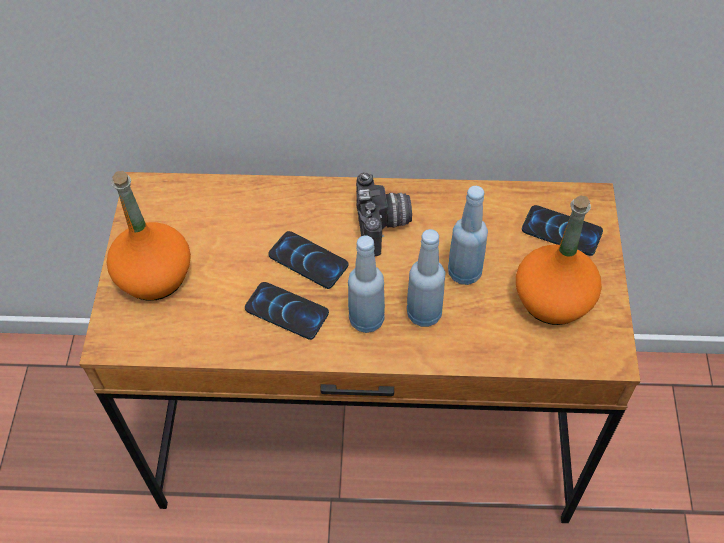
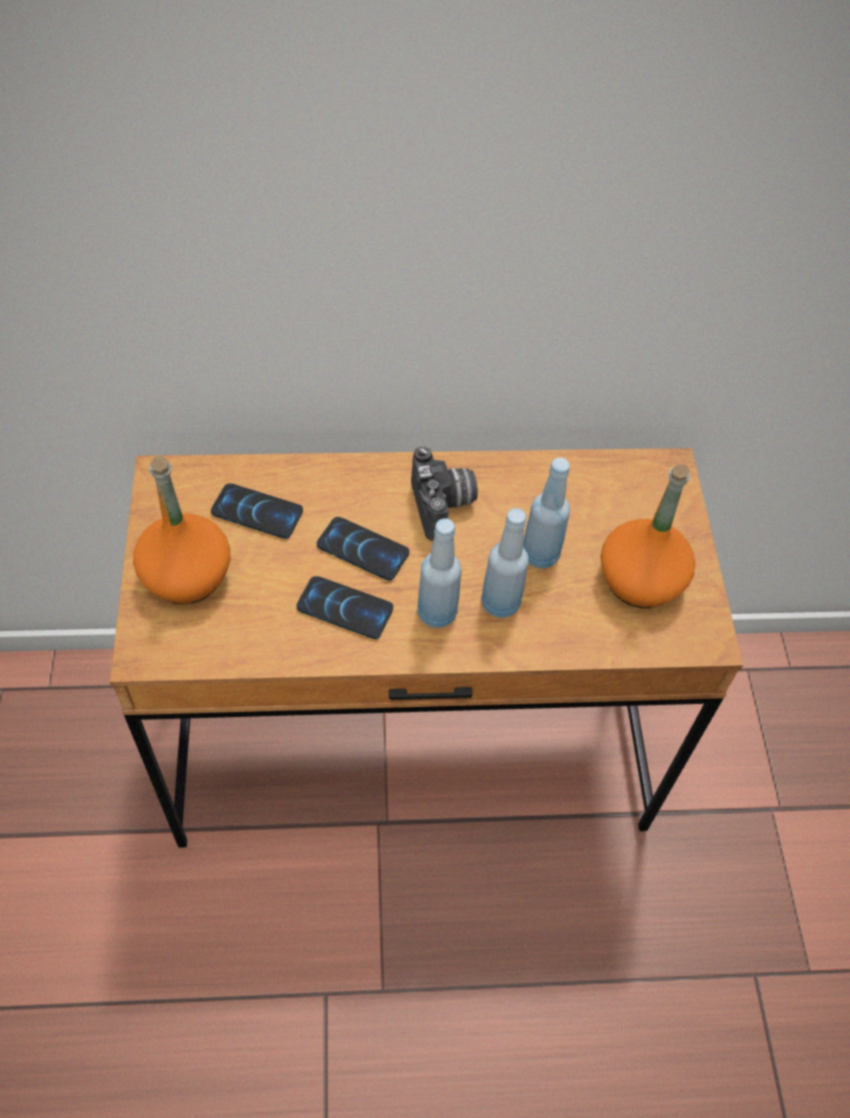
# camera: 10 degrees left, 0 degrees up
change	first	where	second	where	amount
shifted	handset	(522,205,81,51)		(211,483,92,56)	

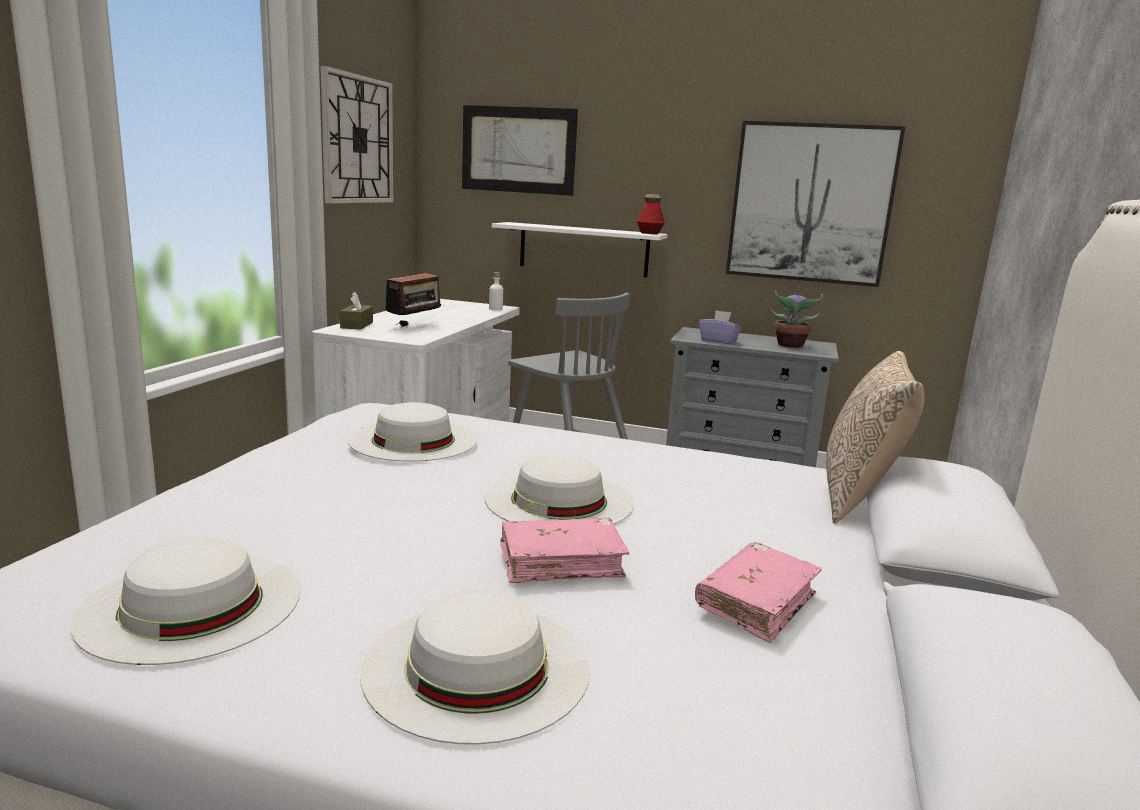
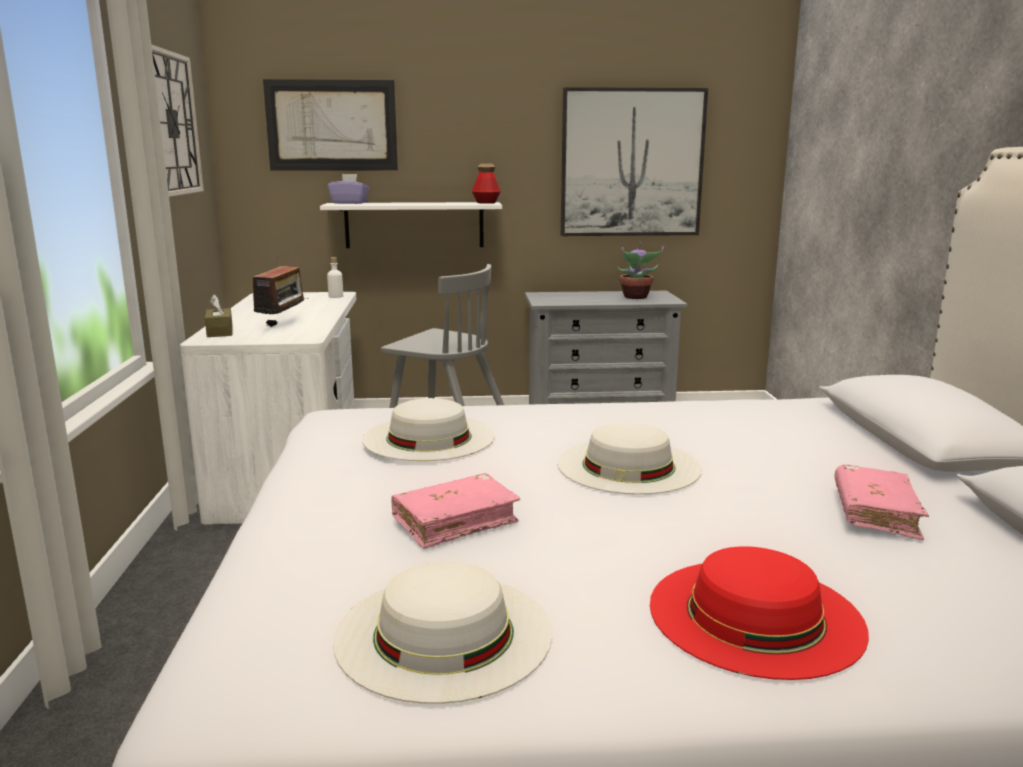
# camera: 20 degrees left, 0 degrees up
change	first	where	second	where	amount
shifted	purple tissue holder	(699,310,43,34)		(328,174,42,30)	
gone	cushion	(826,351,99,173)			
shifted	pink book	(500,518,129,65)		(391,473,129,76)	
repainted	whitish hat	(360,591,230,154)	red-coloured hat	(650,546,219,134)	

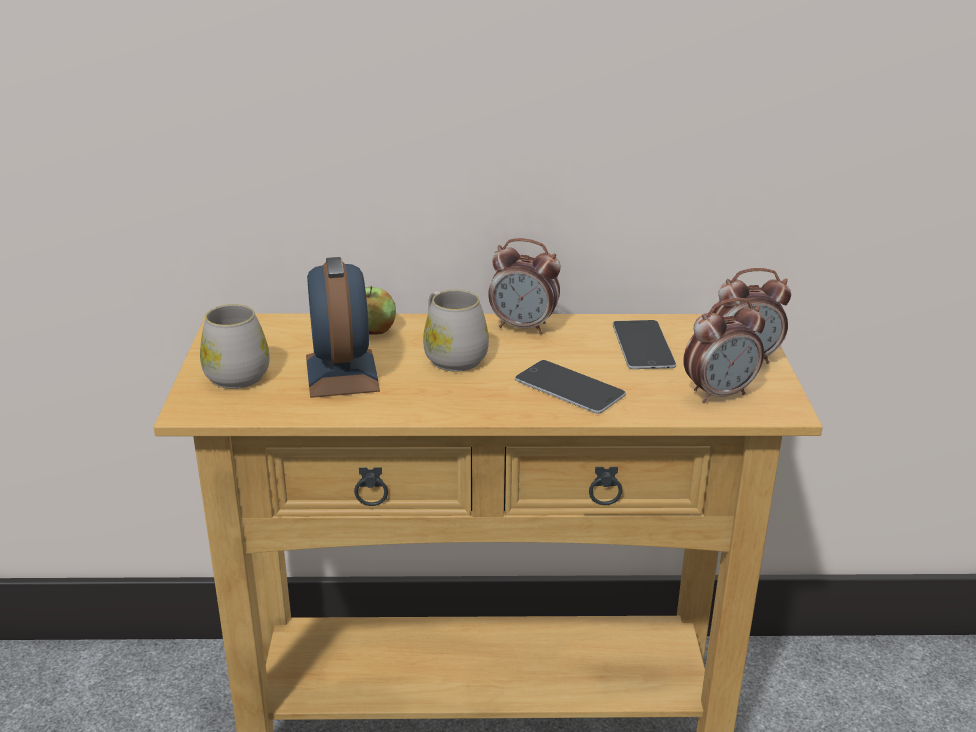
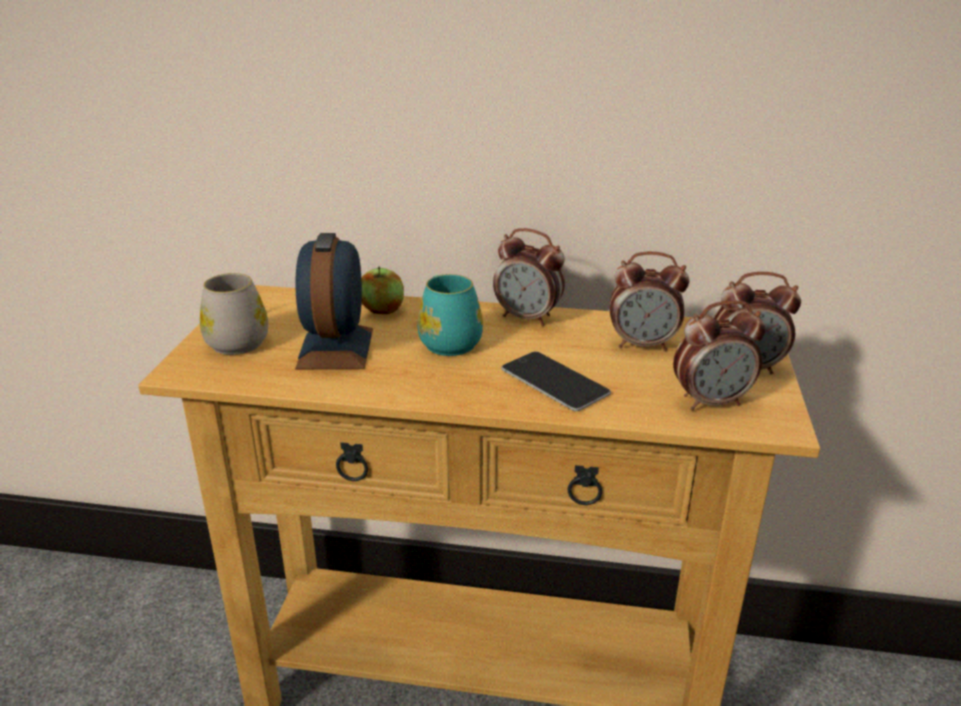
# camera: 10 degrees right, 0 degrees up
change	first	where	second	where	amount
repainted	whitish mug	(423,289,66,83)	turquoise-coloured mug	(418,274,65,82)	
swapped	handset	(613,320,63,49)	bedside clock	(610,252,79,99)	

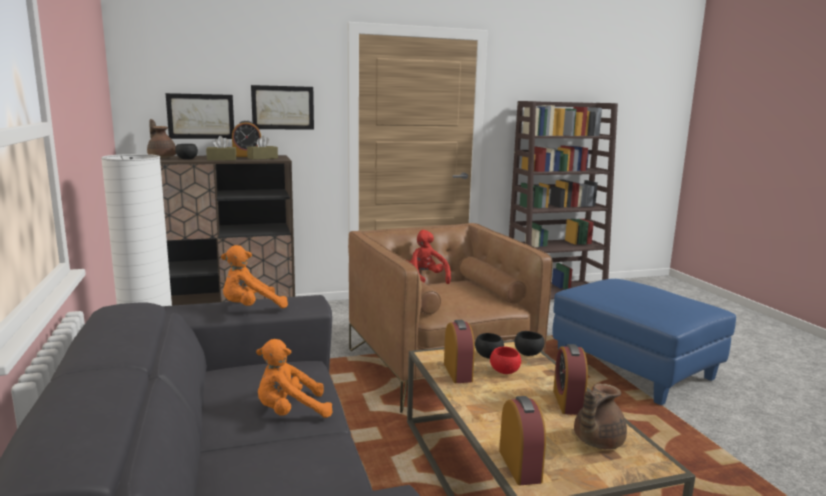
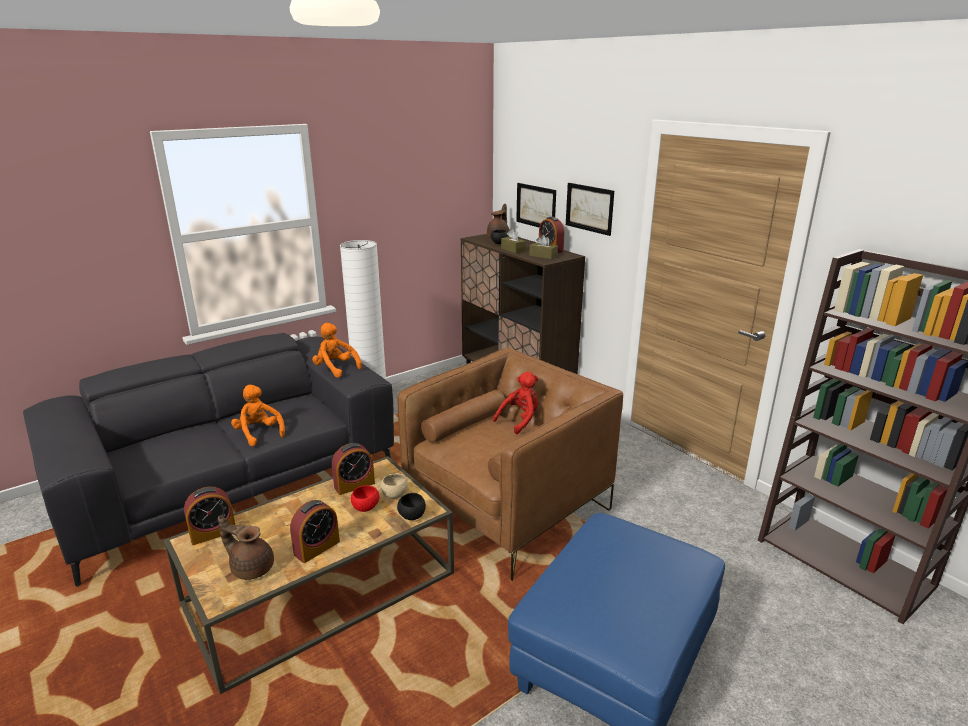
# camera: 70 degrees right, 10 degrees up
change	first	where	second	where	amount
repainted	black-coloured serving bowl	(475,333,29,26)	sand-coloured serving bowl	(380,474,28,25)	
rotated	bedside clock	(553,344,35,71)		(290,500,50,63)	150 degrees clockwise

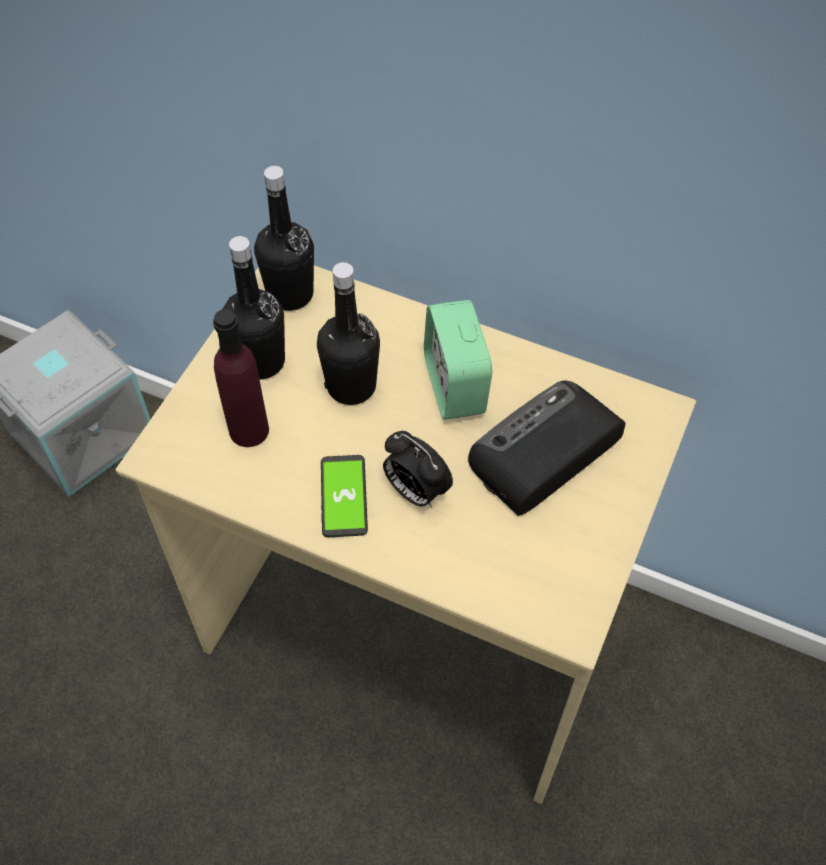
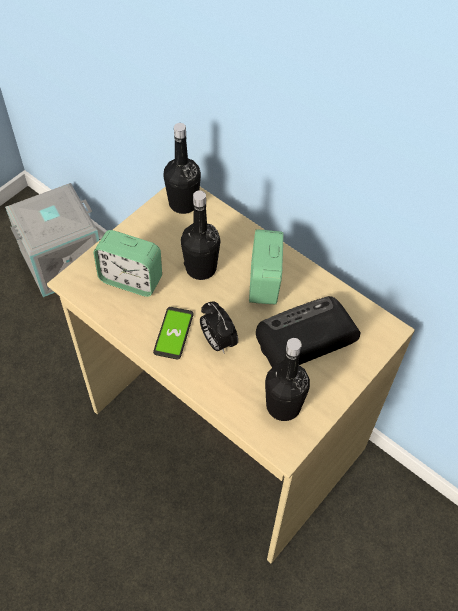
# camera: 15 degrees right, 0 degrees up
change	first	where	second	where	amount
shifted	black-coloured beverage bottle	(223,236,62,144)		(265,338,45,83)	
swapped	purple beverage bottle	(213,309,56,138)	bedside clock	(93,230,69,67)	

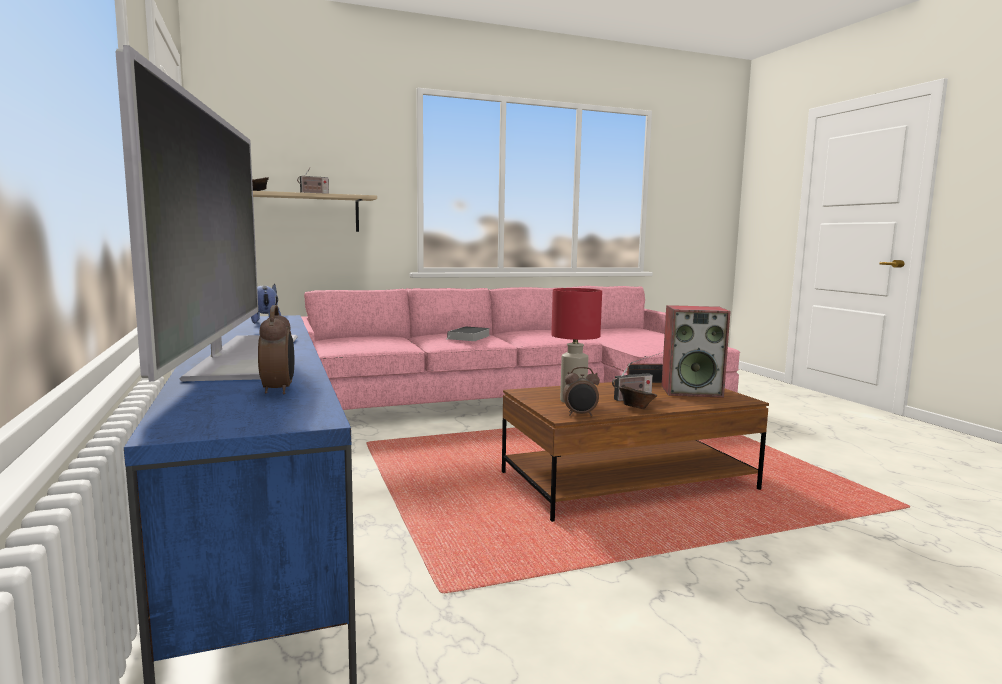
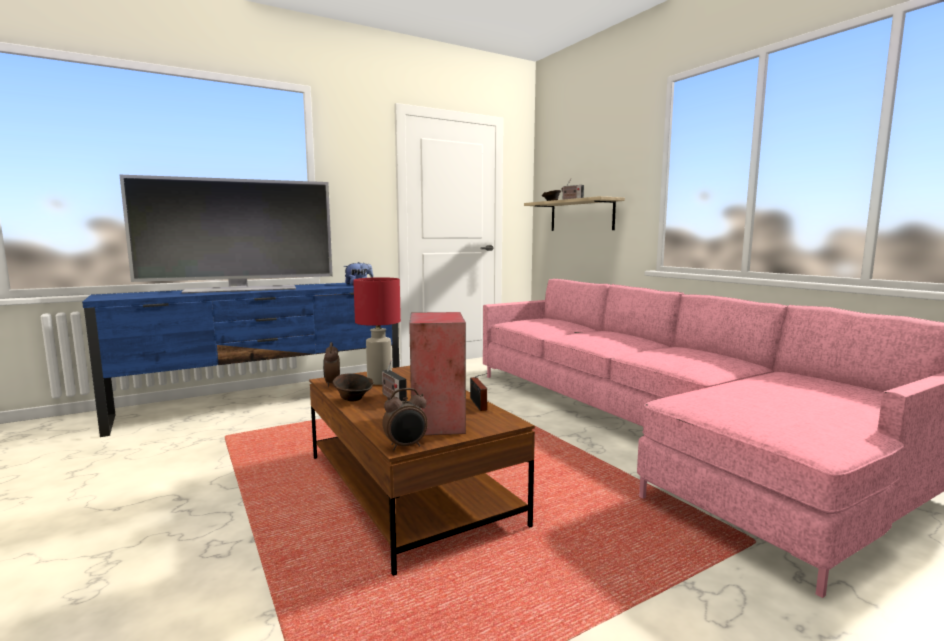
# camera: 80 degrees right, 0 degrees up
change	first	where	second	where	amount
shifted	bedside clock	(258,305,36,90)		(382,388,46,62)	
gone	book	(447,326,43,15)			

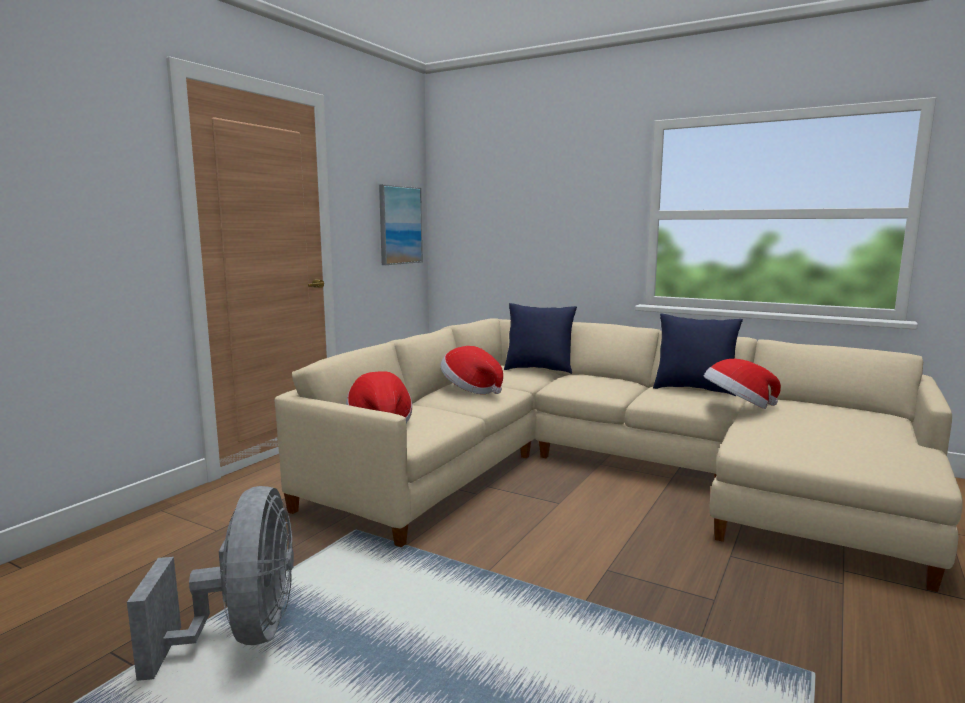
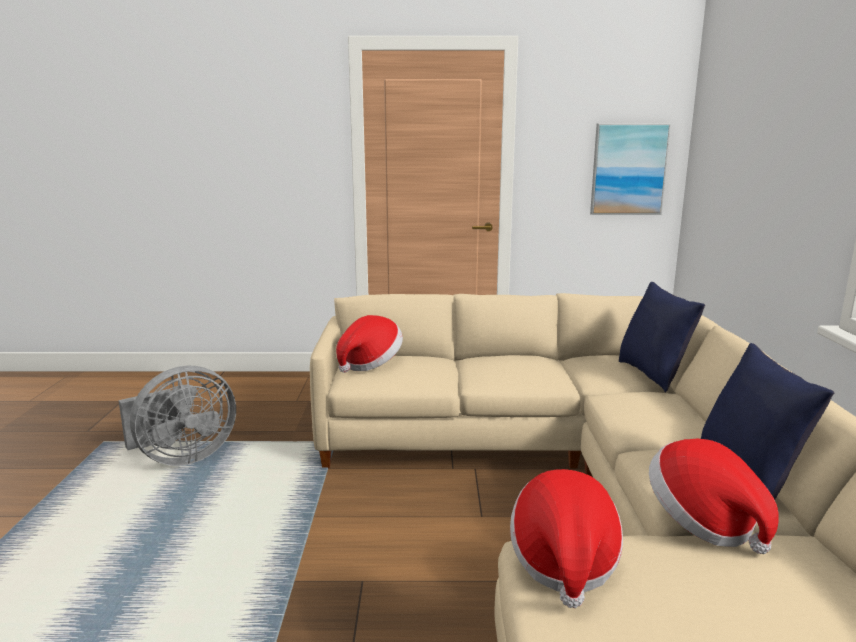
# camera: 60 degrees right, 5 degrees up
change	first	where	second	where	amount
shifted	hat	(441,346,62,48)		(510,469,113,139)	

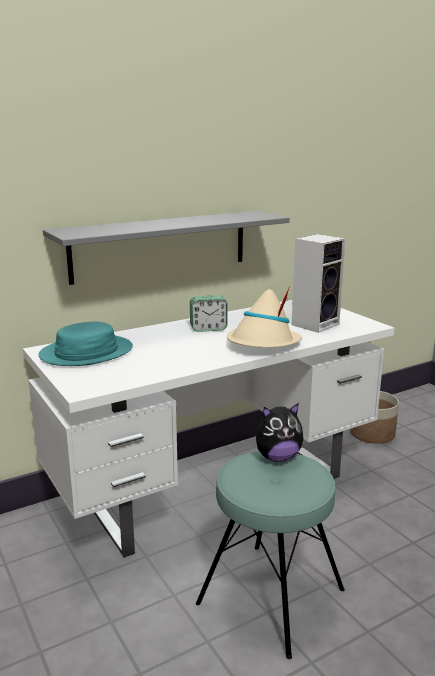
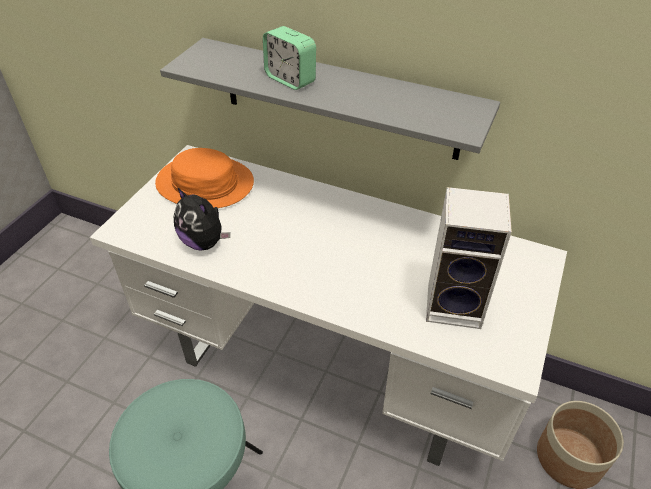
# camera: 55 degrees right, 25 degrees up
change	first	where	second	where	amount
gone	sand-coloured hat	(227,286,75,62)			
shifted	bedside clock	(190,295,38,37)		(263,26,53,64)	
repainted	turquoise-coloured hat	(39,321,94,45)	orange-coloured hat	(155,148,99,60)	
shifted	plush toy	(256,403,48,59)		(173,187,57,63)	

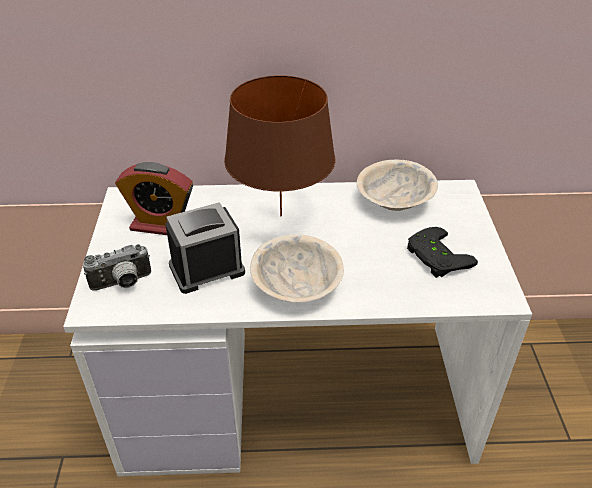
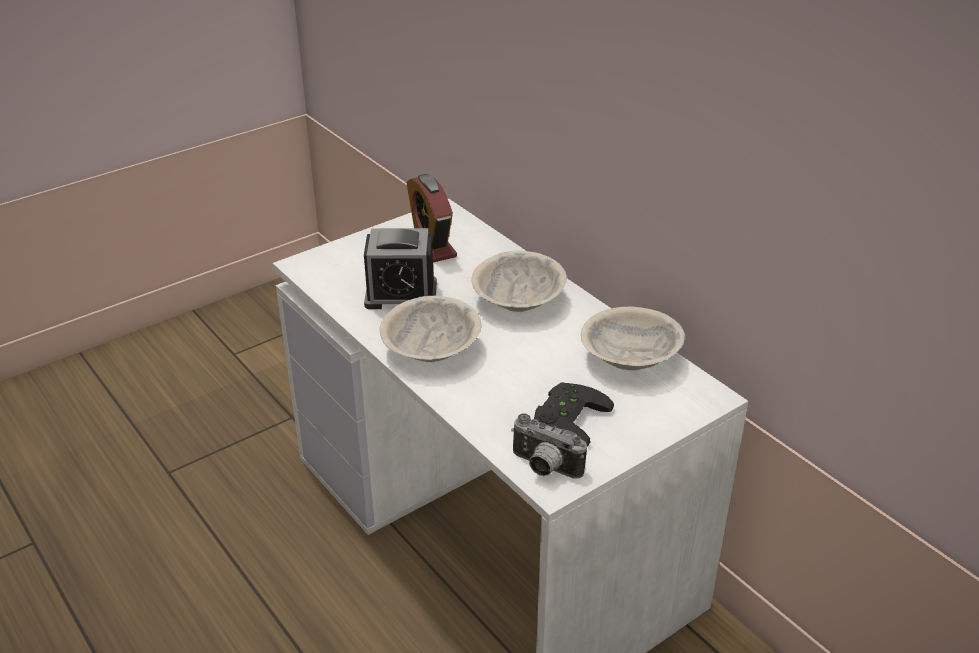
# camera: 55 degrees right, 5 degrees down
change	first	where	second	where	amount
swapped	brown-coloured lamp for a table	(224,75,112,141)	sand-coloured serving bowl	(472,251,95,61)	
rotated	bedside clock	(165,202,80,92)		(364,228,73,81)	150 degrees clockwise
shifted	photo camera	(83,244,68,47)		(511,413,76,66)	

